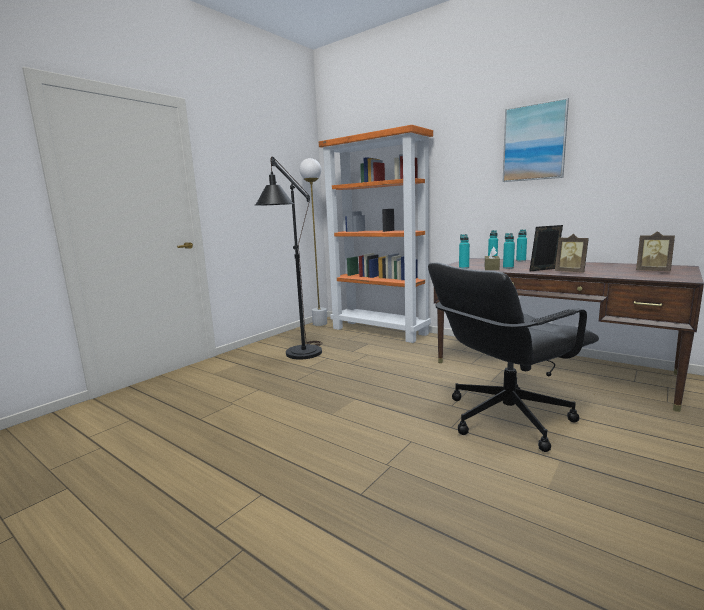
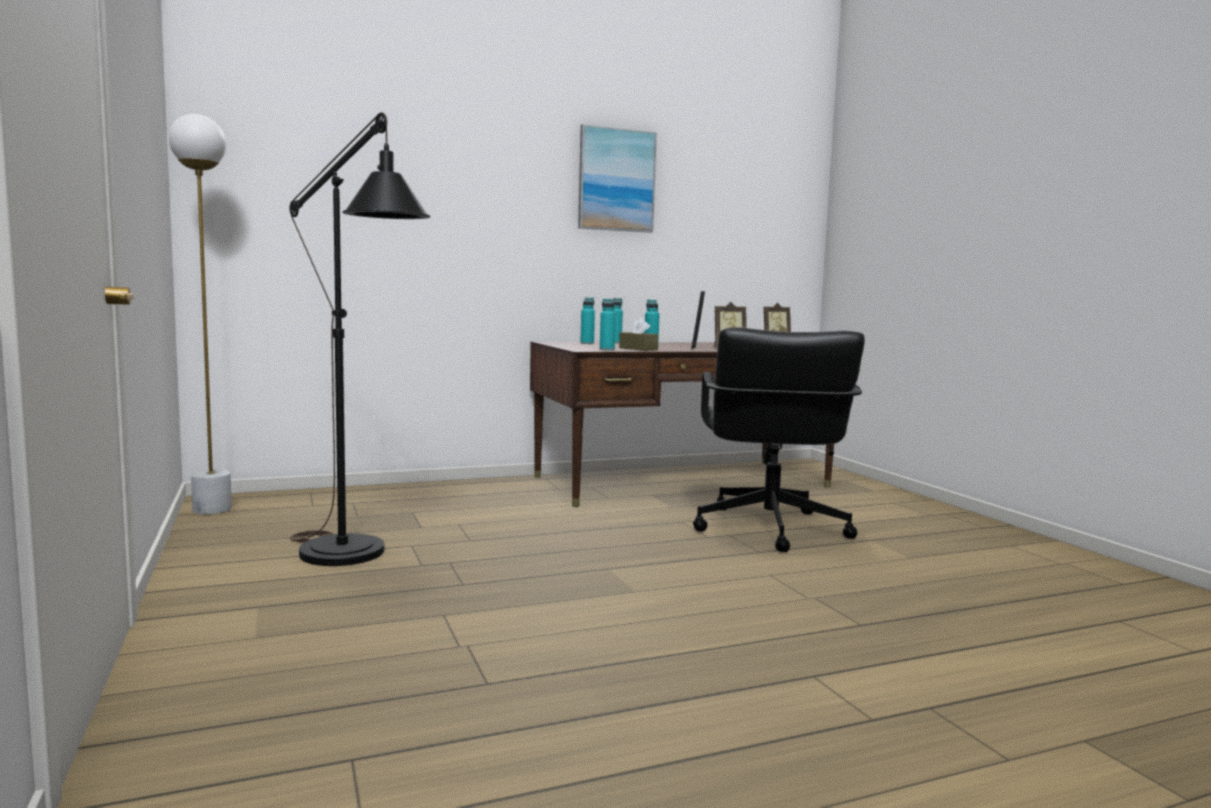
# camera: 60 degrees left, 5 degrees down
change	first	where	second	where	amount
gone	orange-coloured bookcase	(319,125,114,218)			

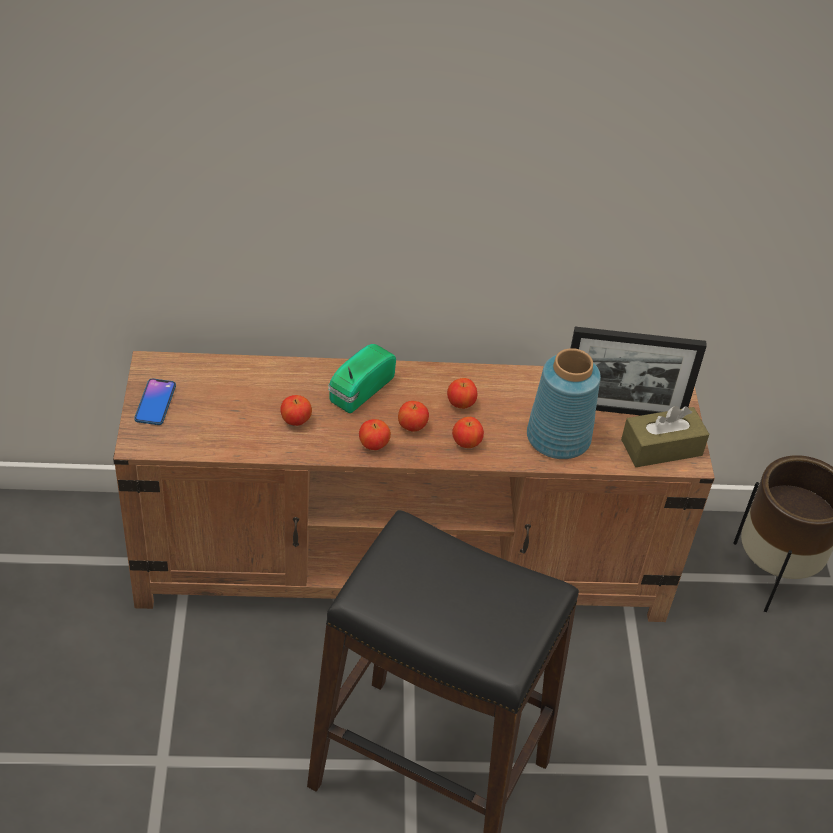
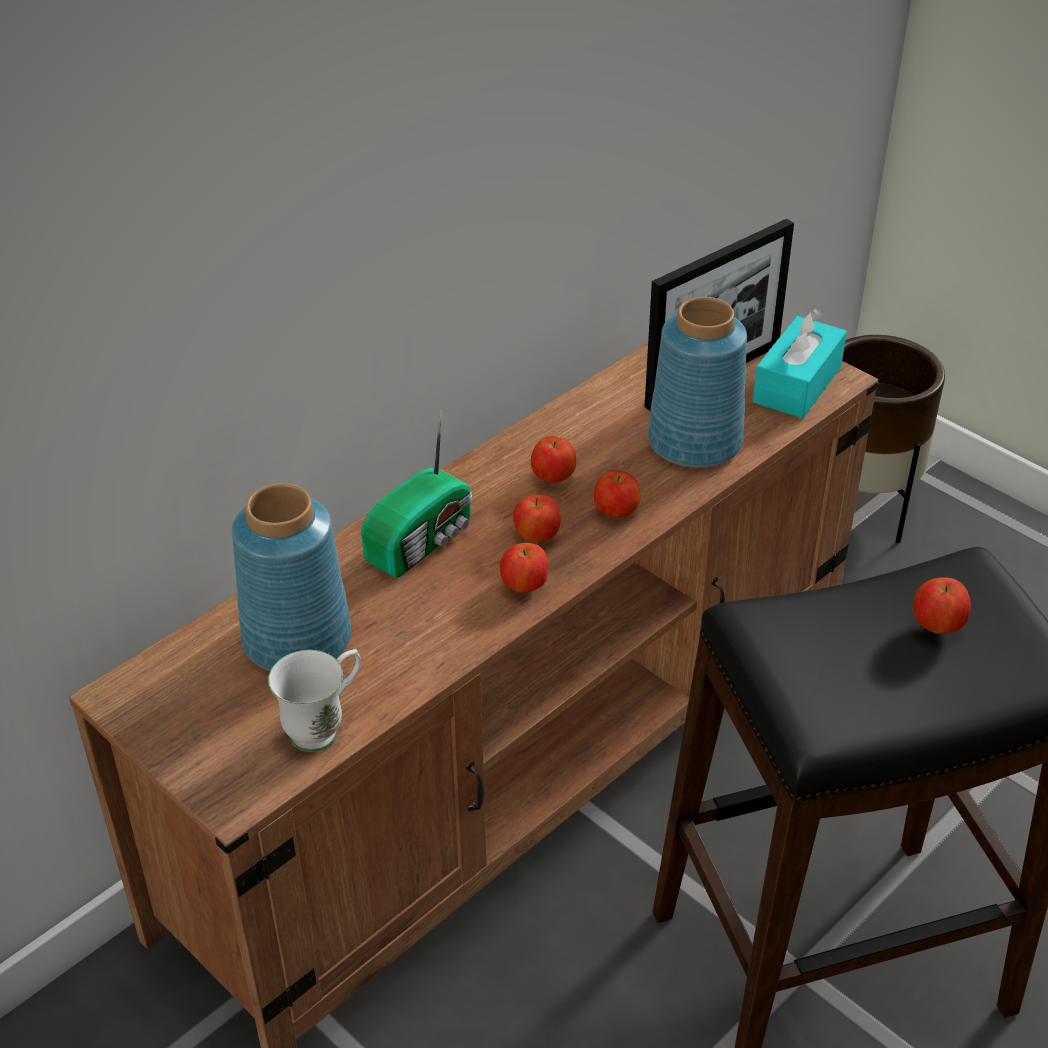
# camera: 40 degrees left, 5 degrees down
change	first	where	second	where	amount
rotated	radio receiver	(328,344,68,69)		(361,410,111,168)	135 degrees counterclockwise
gone	handset	(134,378,42,47)			
shifted	apple fruit	(280,395,32,31)		(913,577,58,57)	
repainted	brown-coloured tissue holder	(621,406,88,61)	turquoise-coloured tissue holder	(752,308,95,111)	
new			blue vase	(232,483,119,188)	
new			whitish mug	(268,649,93,103)	

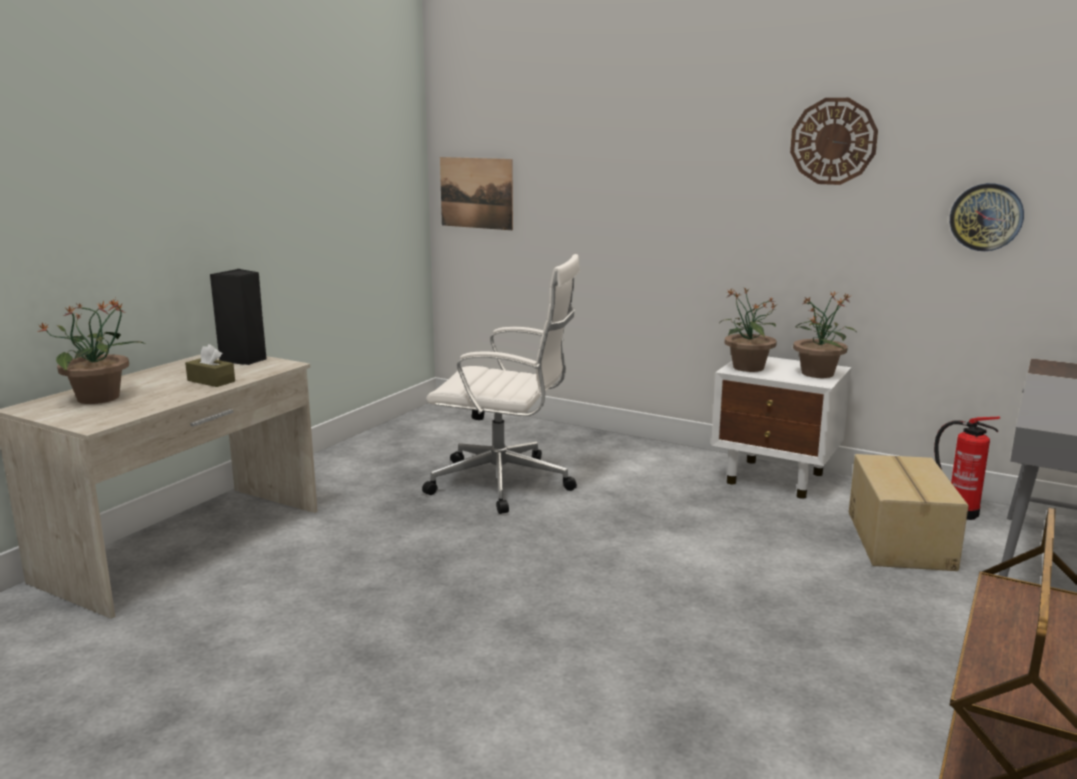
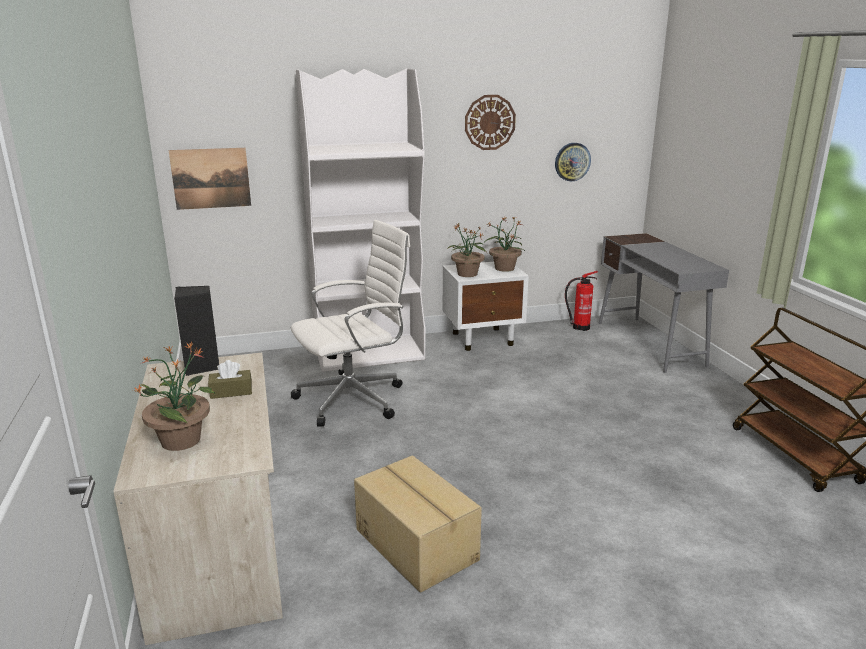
# camera: 45 degrees left, 5 degrees up
change	first	where	second	where	amount
shifted	packing box	(849,454,120,117)		(354,455,128,138)	
new			whitish bookcase	(296,68,129,304)	

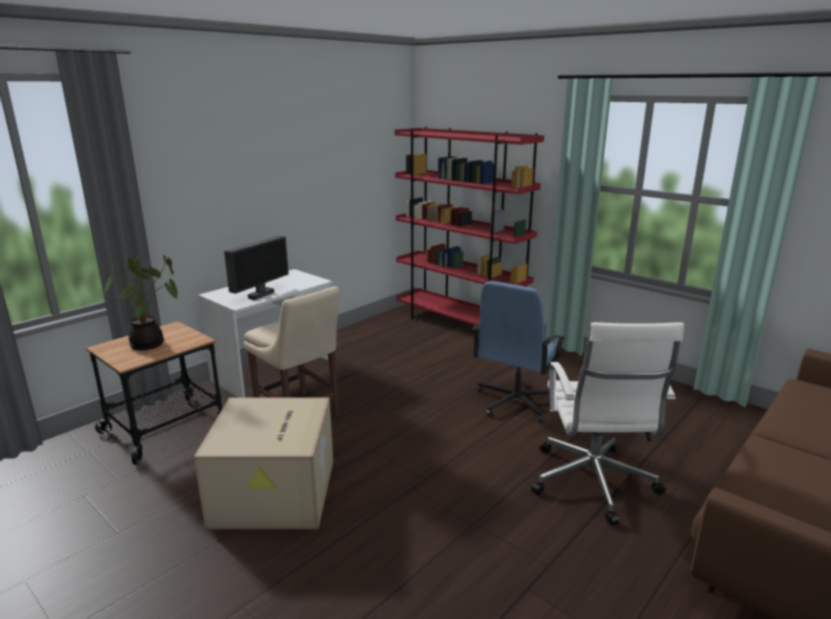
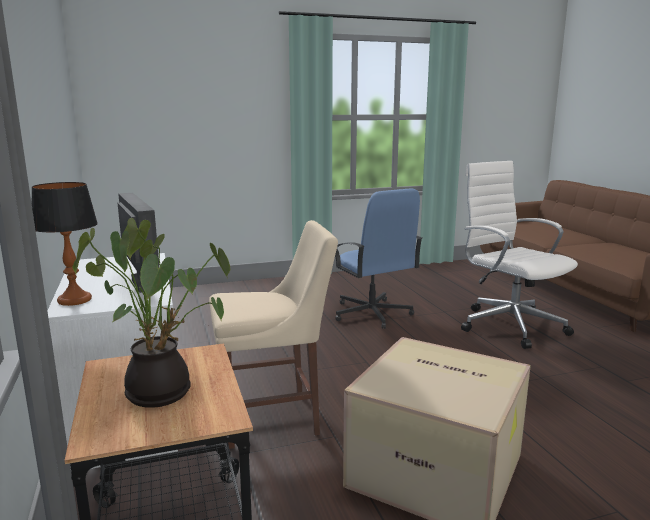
# camera: 60 degrees left, 5 degrees down
change	first	where	second	where	amount
gone	red-coloured bookcase	(395,127,149,198)			
rotated	whitish office chair	(531,322,153,203)		(461,161,117,188)	150 degrees counterclockwise
new			lamp for a table	(31,182,67,124)	

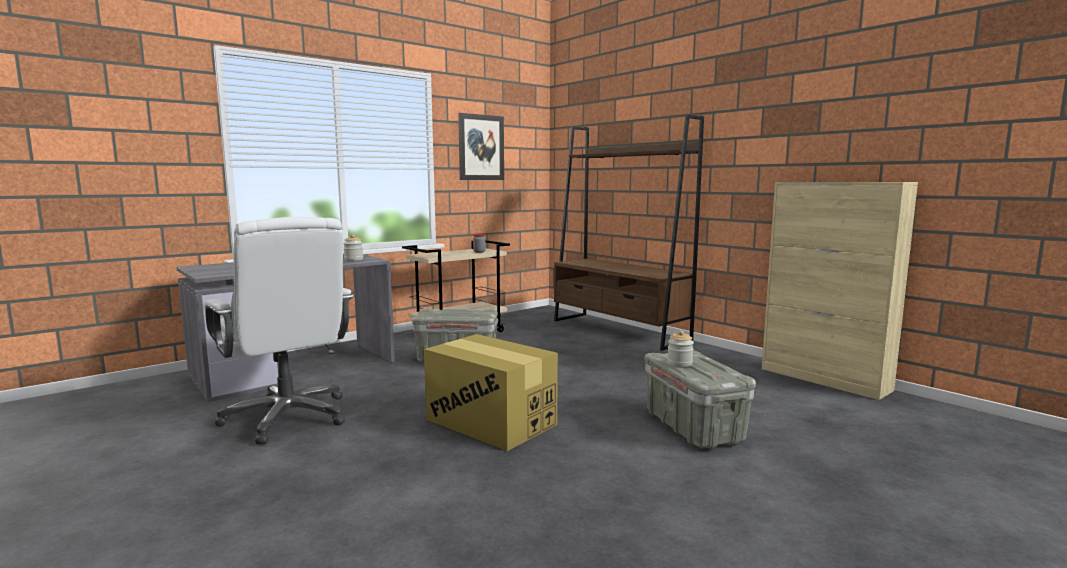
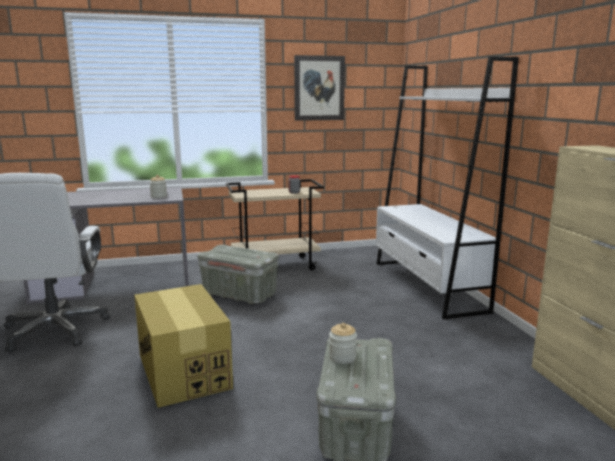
# camera: 25 degrees right, 5 degrees up
change	first	where	second	where	amount
repainted	brown-coloured bookcase	(554,114,150,237)	whitish bookcase	(376,56,143,263)	

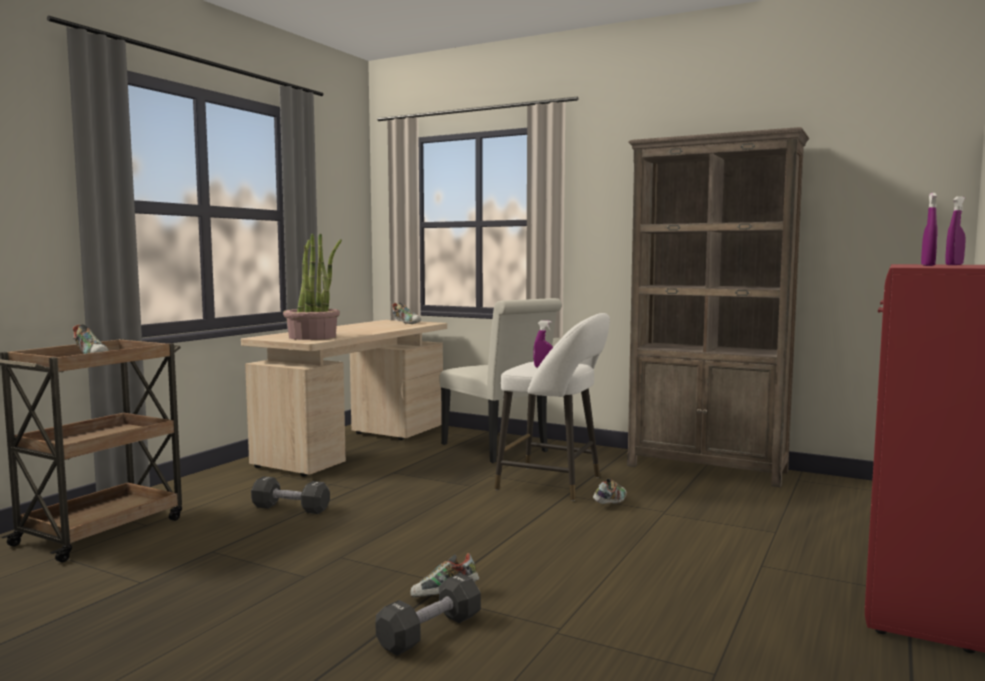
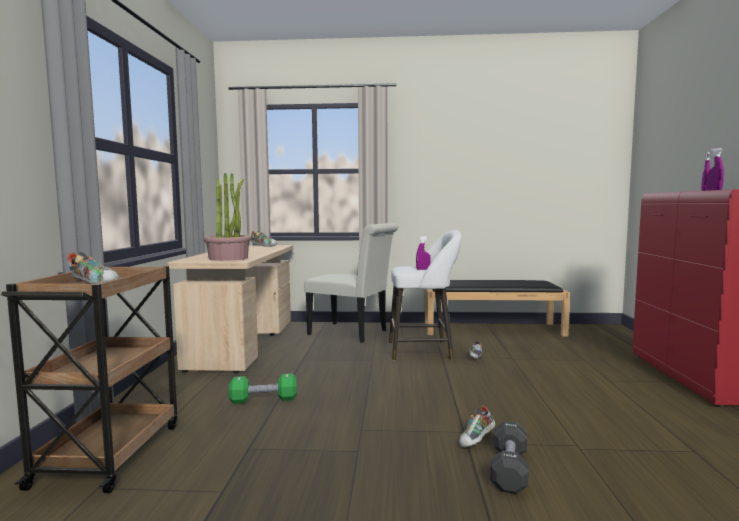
# camera: 25 degrees left, 0 degrees up
change	first	where	second	where	amount
swapped	brown-coloured bookcase	(627,127,182,360)	black-coloured indoor bench	(425,280,145,57)	
repainted	black-coloured free weight	(251,476,79,38)	green free weight	(229,373,68,31)	

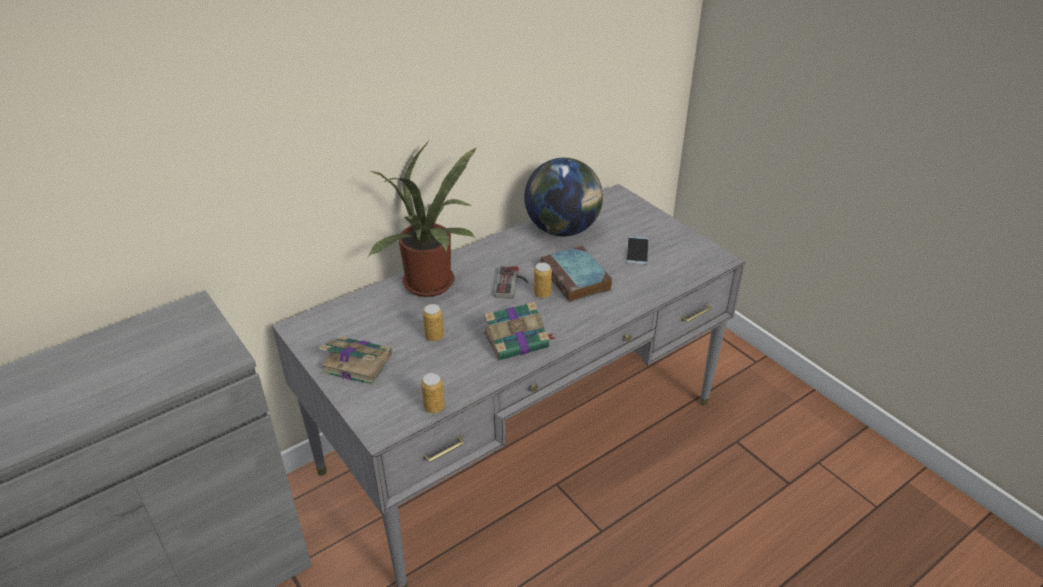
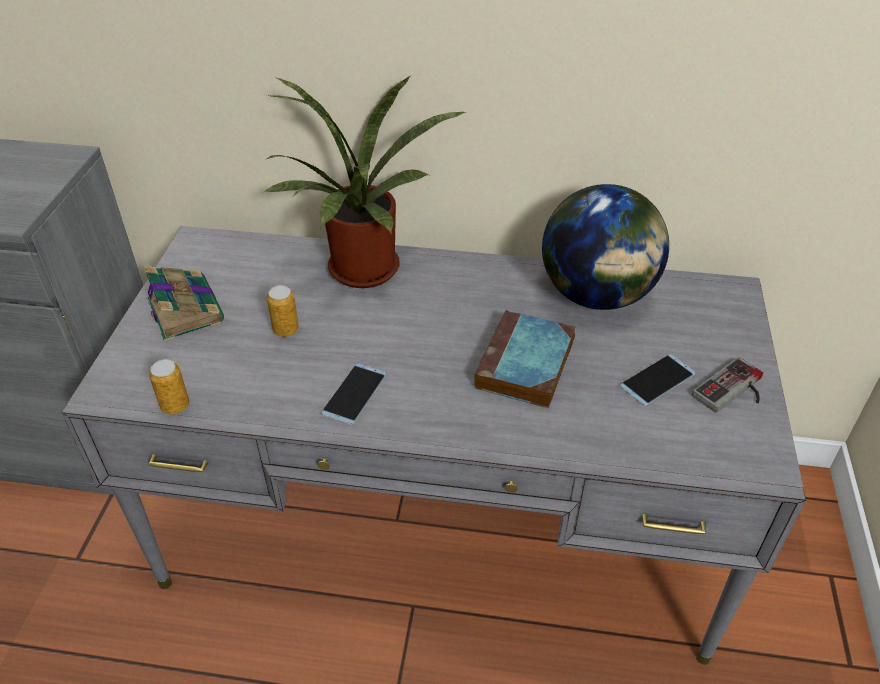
# camera: 45 degrees right, 5 degrees up
change	first	where	second	where	amount
gone	can	(534,263,18,35)			
shifted	gamepad	(495,266,33,33)		(692,357,71,56)	
swapped	book	(484,301,71,59)	handset	(321,364,65,61)	

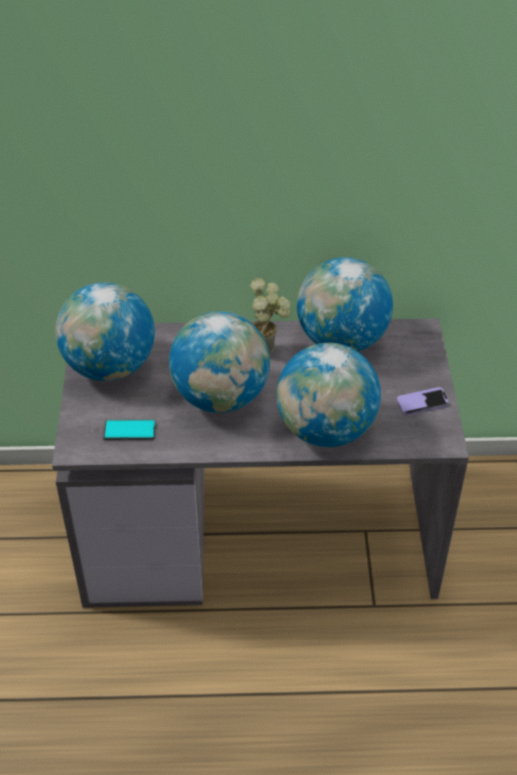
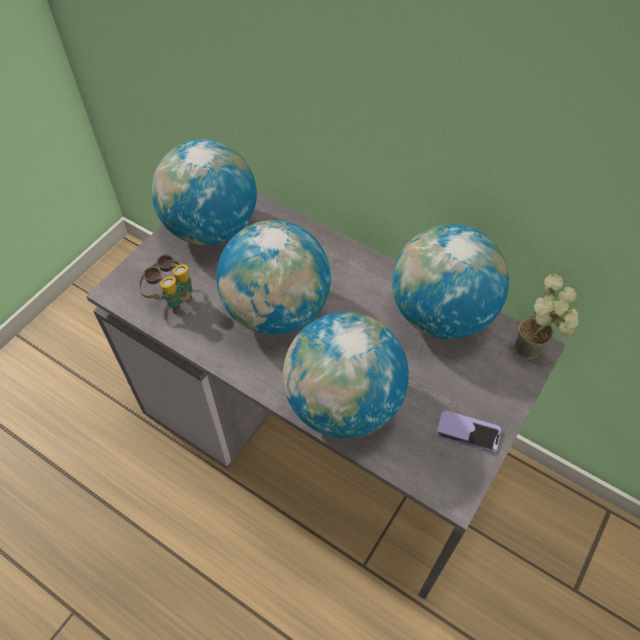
# camera: 35 degrees right, 10 degrees up
change	first	where	second	where	amount
shifted	houseplant	(250,278,40,77)		(515,274,64,86)	
swapped	handset	(103,420,53,20)	pair of binoculars	(139,254,54,60)	

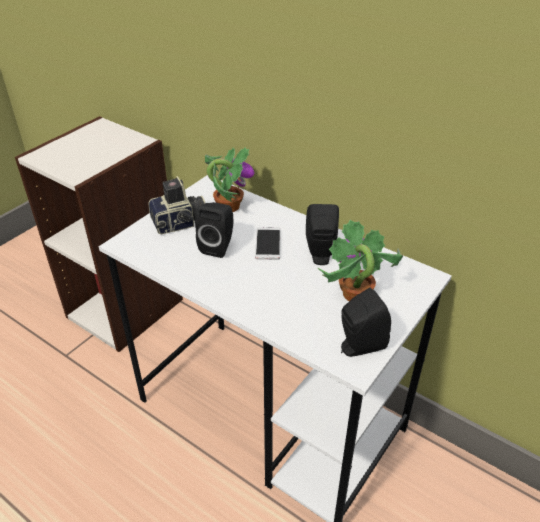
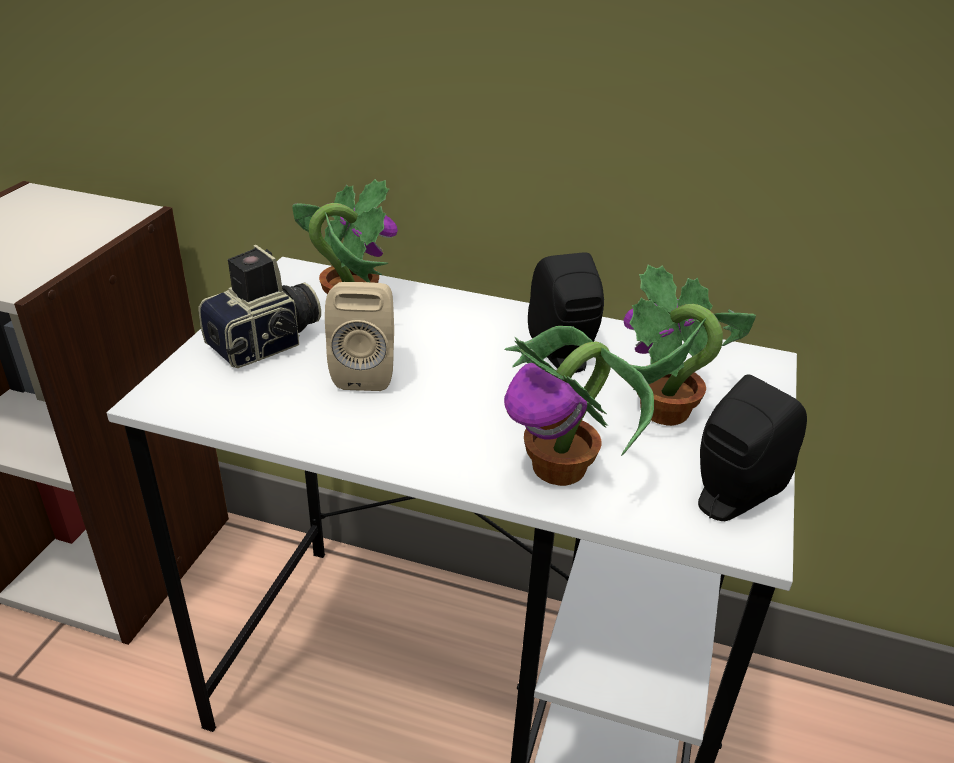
# camera: 20 degrees left, 5 degrees down
change	first	where	second	where	amount
repainted	black-coloured audio speaker	(195,202,38,56)	sand-coloured audio speaker	(325,282,69,109)	
gone	handset	(255,227,26,33)			
new			houseplant	(504,326,150,160)	

